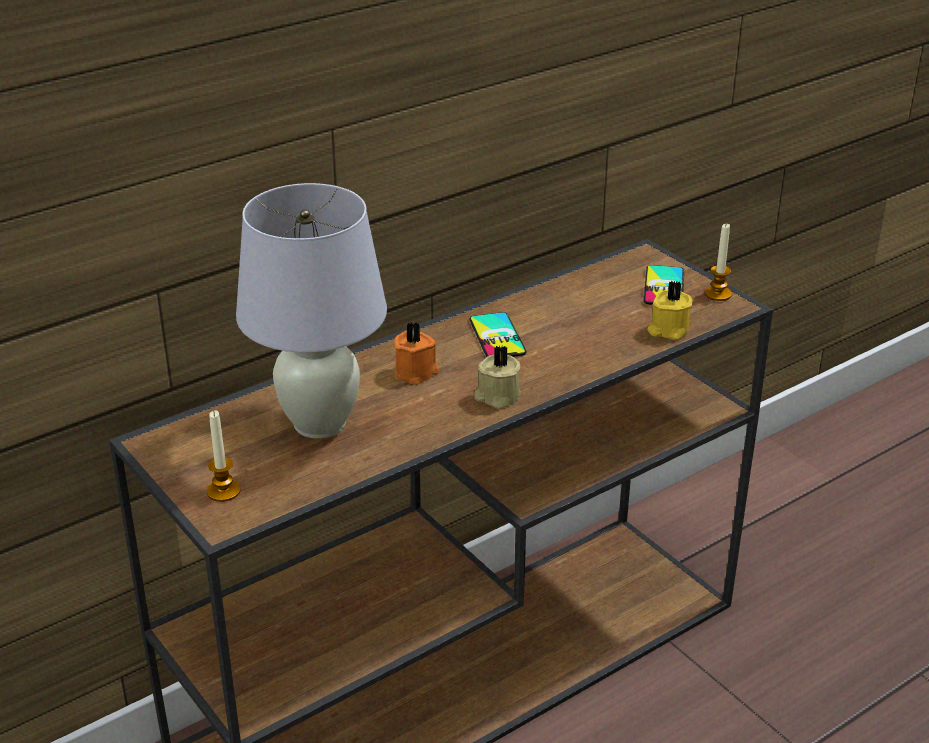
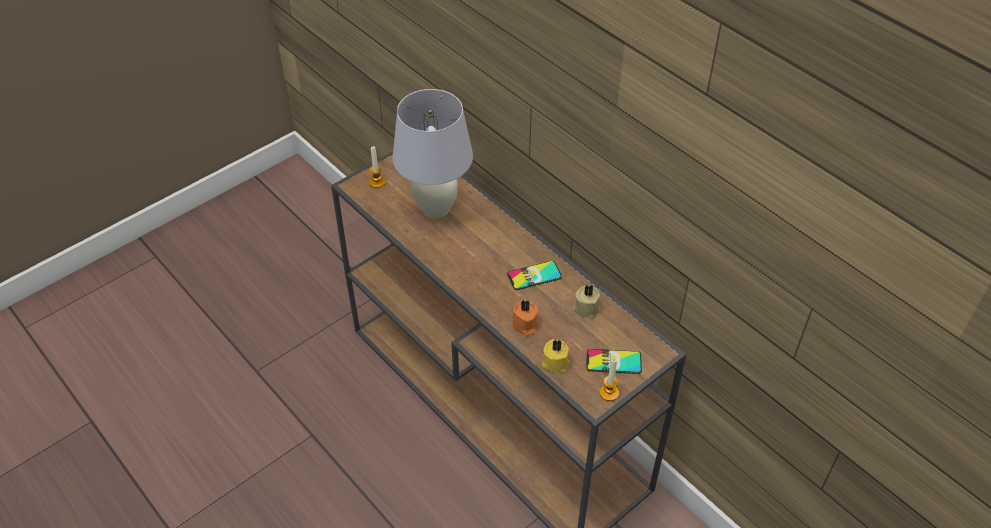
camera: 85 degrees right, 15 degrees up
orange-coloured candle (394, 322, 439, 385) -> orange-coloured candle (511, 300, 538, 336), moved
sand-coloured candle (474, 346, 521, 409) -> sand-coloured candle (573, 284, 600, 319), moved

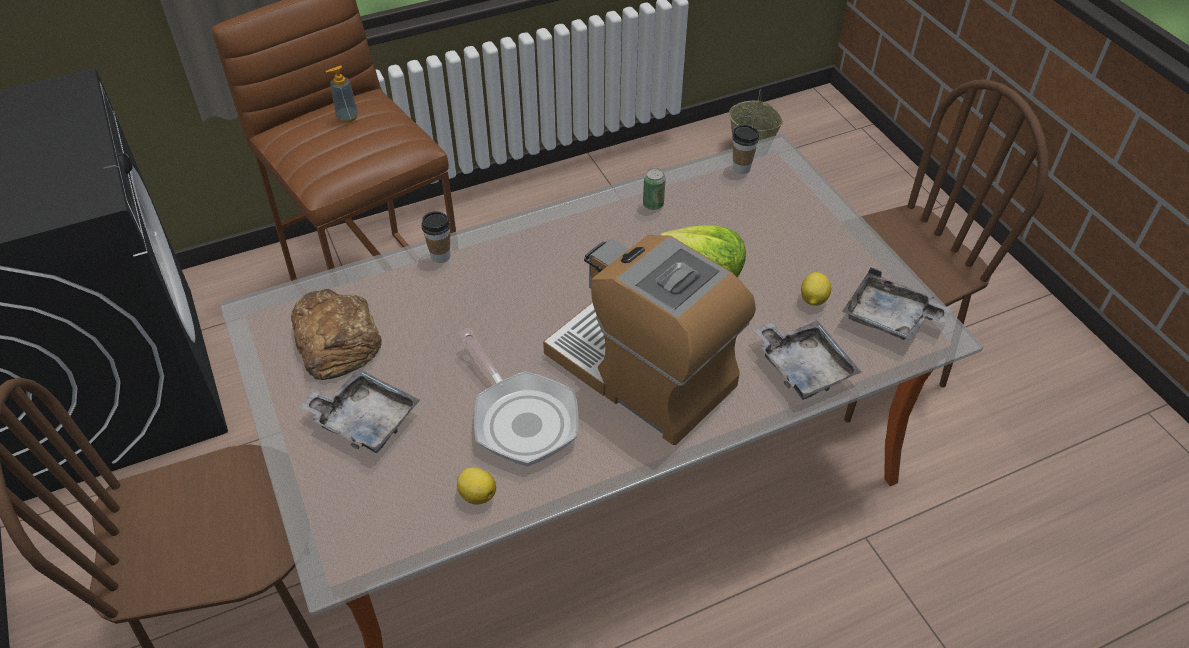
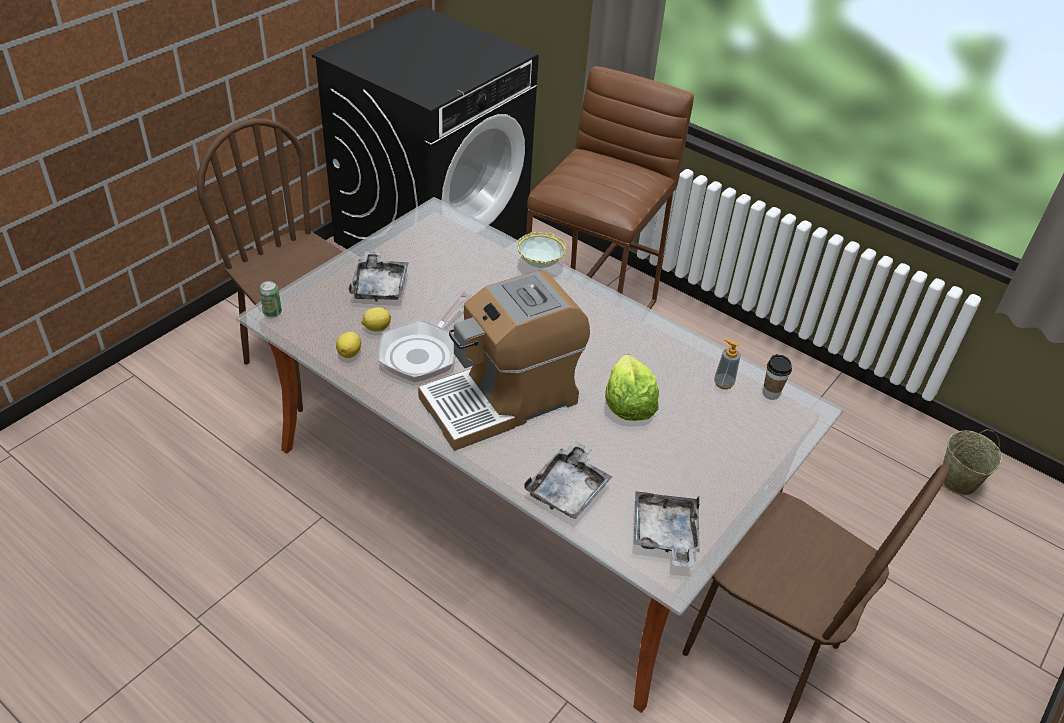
camera: 60 degrees right, 5 degrees down
bakery bread (291, 289, 382, 380) -> none
soap bottle (325, 65, 358, 123) -> soap bottle (714, 338, 741, 389), moved
sealed can (643, 168, 666, 210) -> sealed can (259, 281, 282, 317), moved
whole lemon (801, 272, 831, 306) -> whole lemon (361, 307, 391, 332), moved
cup (421, 211, 451, 263) -> serving bowl (517, 232, 567, 268)
coffee maker (543, 235, 756, 445) -> coffee maker (418, 271, 590, 451), 135 degrees counterclockwise

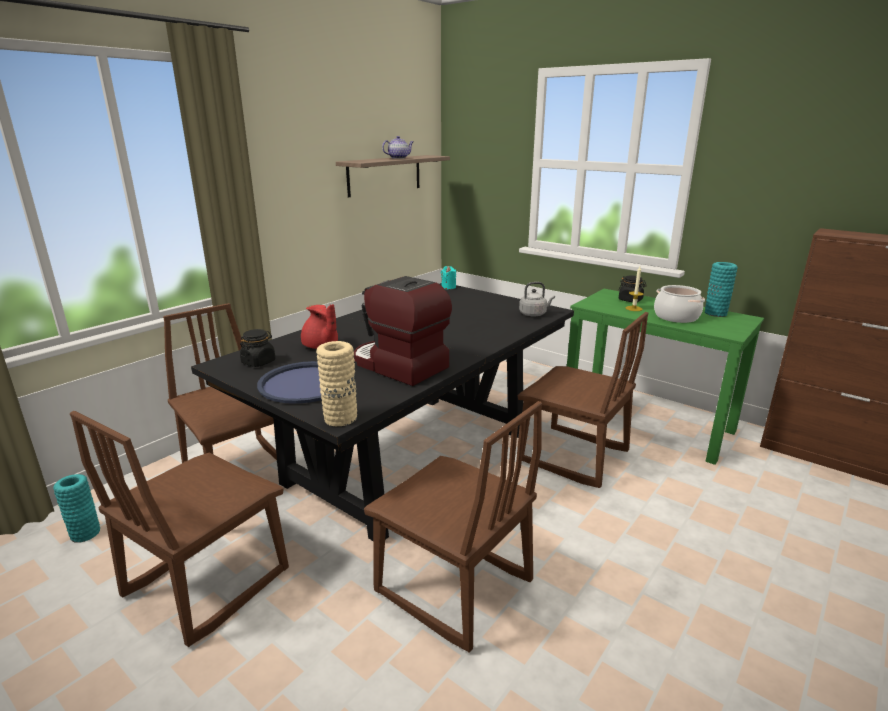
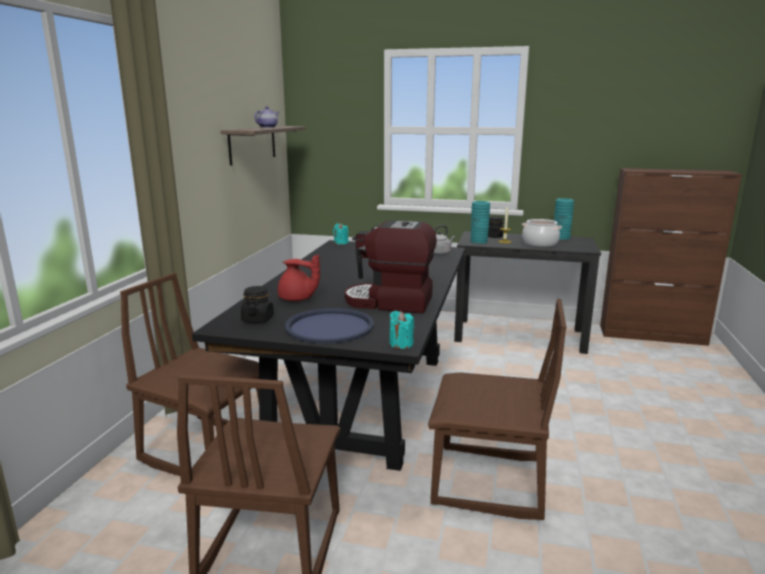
camera: 25 degrees left, 5 degrees down
brownish plain chair (518, 312, 649, 488) -> none
blue-green decorative vase (53, 474, 100, 543) -> blue-green decorative vase (471, 201, 490, 244), moved
sand-coloured decorative vase (316, 341, 357, 426) -> blue-green candle (389, 311, 414, 349)
greenish desk (567, 289, 764, 465) -> black desk (454, 231, 601, 354)

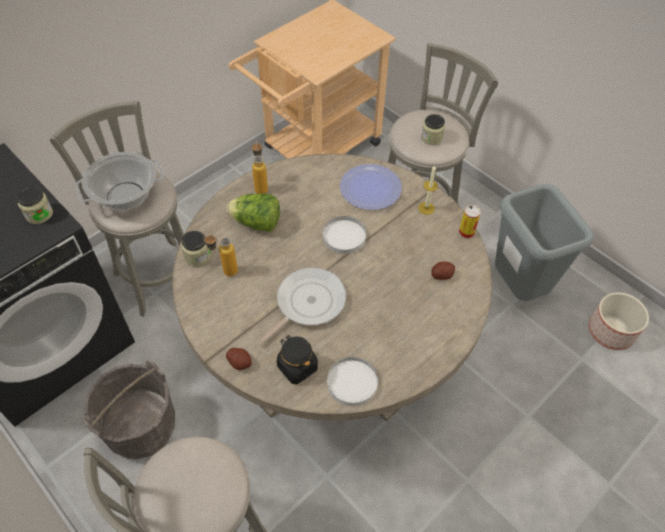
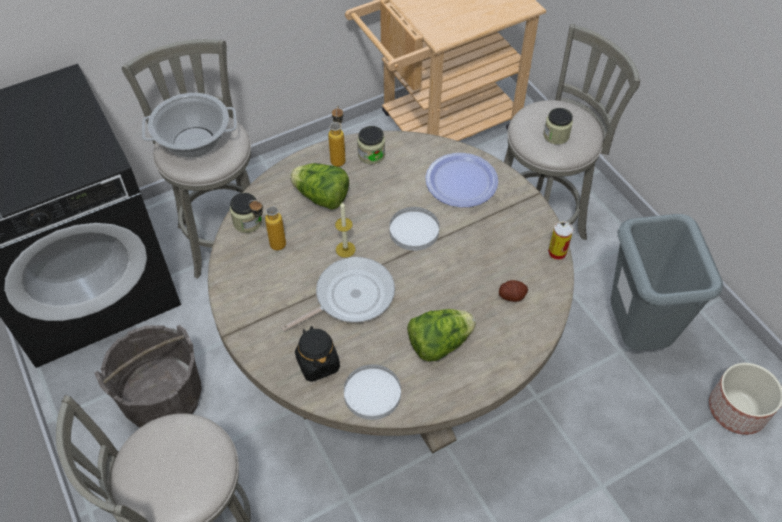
camera: 15 degrees right, 0 degrees up
potato (226, 348, 252, 370) -> none
none -> lettuce head (407, 309, 476, 362)
jar (17, 186, 53, 224) -> jar (357, 126, 385, 165), moved
candle (418, 165, 438, 215) -> candle (335, 202, 356, 258), moved

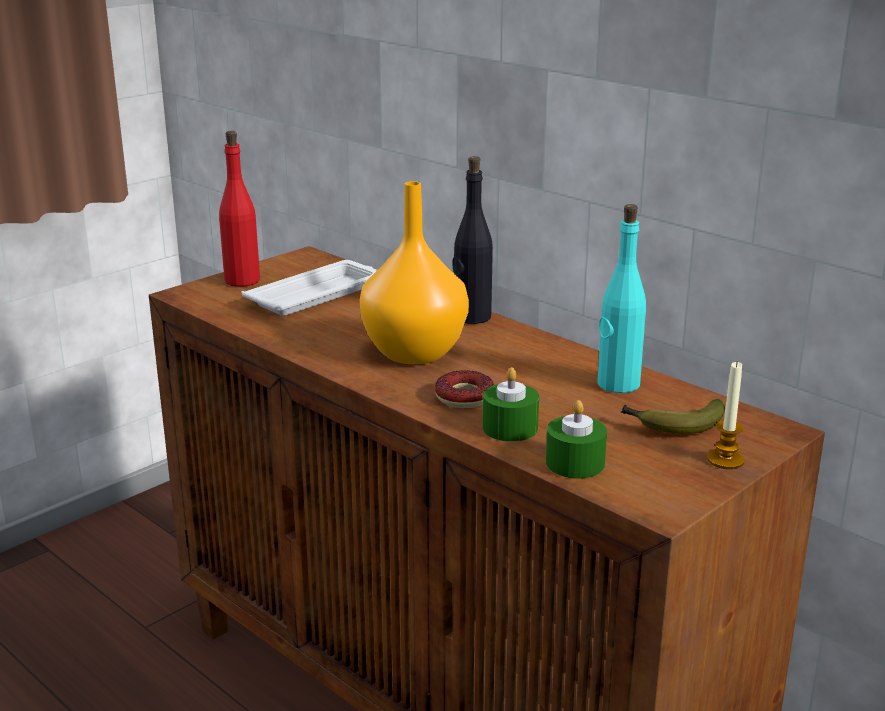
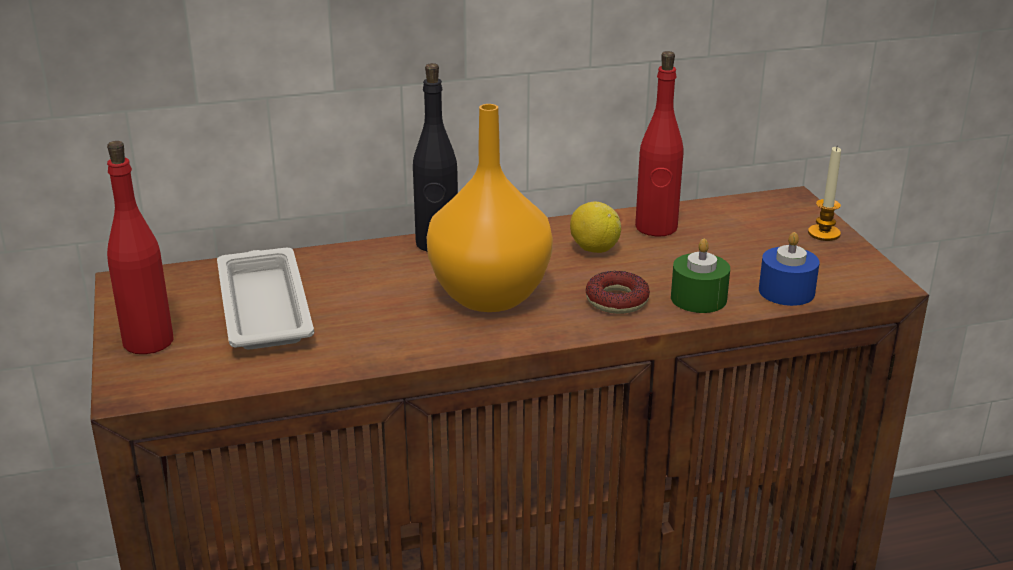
camera: 60 degrees left, 5 degrees up
banana (621, 399, 725, 434) -> none
none -> whole lemon (570, 202, 621, 253)
greenish candle (546, 400, 607, 479) -> blue candle (759, 232, 820, 306)
blue-green beverage bottle (597, 204, 646, 393) -> red-coloured beverage bottle (635, 51, 683, 236)

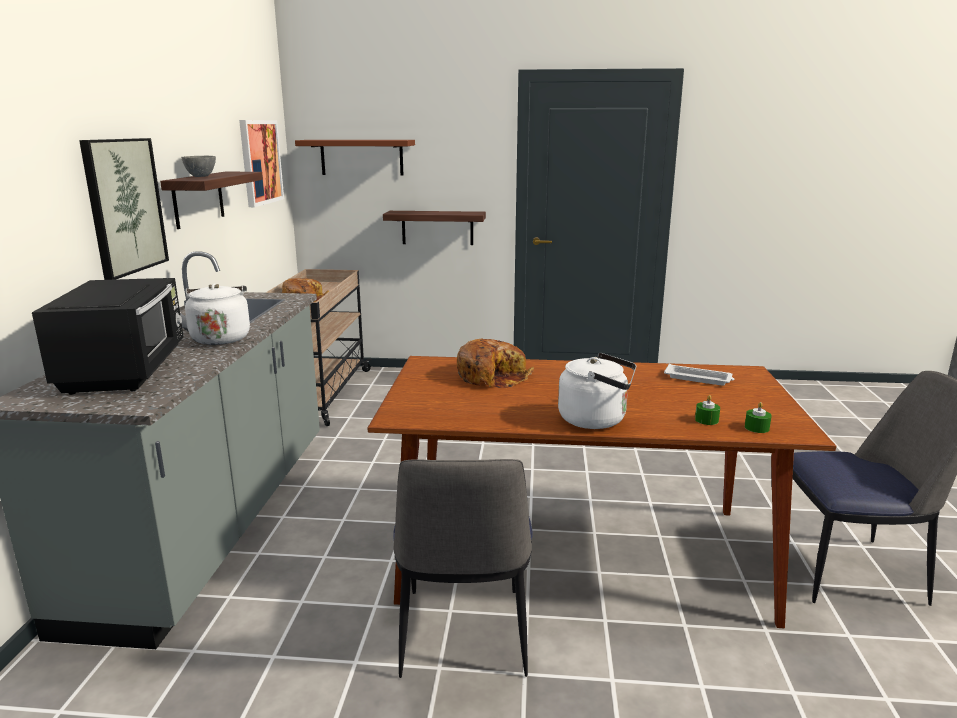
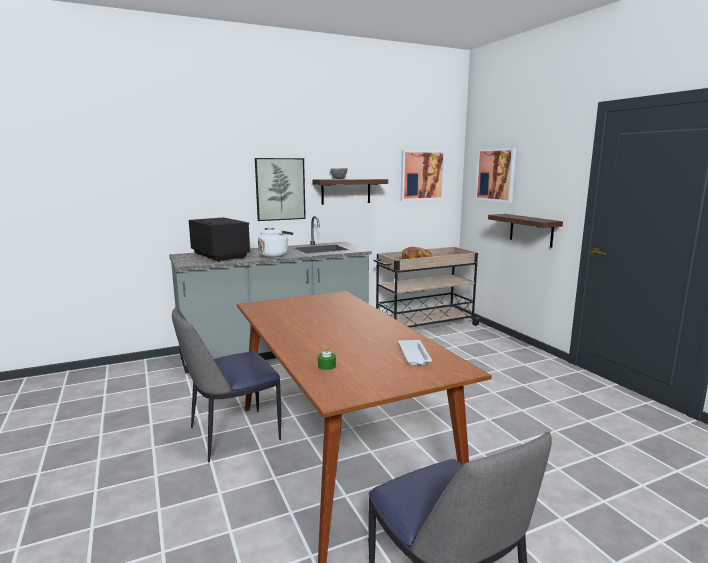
camera: 60 degrees right, 5 degrees down
bakery bread (457, 338, 534, 388) -> none
whitish tea kettle (558, 353, 636, 429) -> none
greenish candle (745, 402, 772, 433) -> none
brownish wall shelf (295, 140, 415, 176) -> wall picture (475, 148, 516, 203)
black microwave oven (32, 278, 184, 395) -> black microwave oven (189, 217, 250, 262), 90 degrees counterclockwise

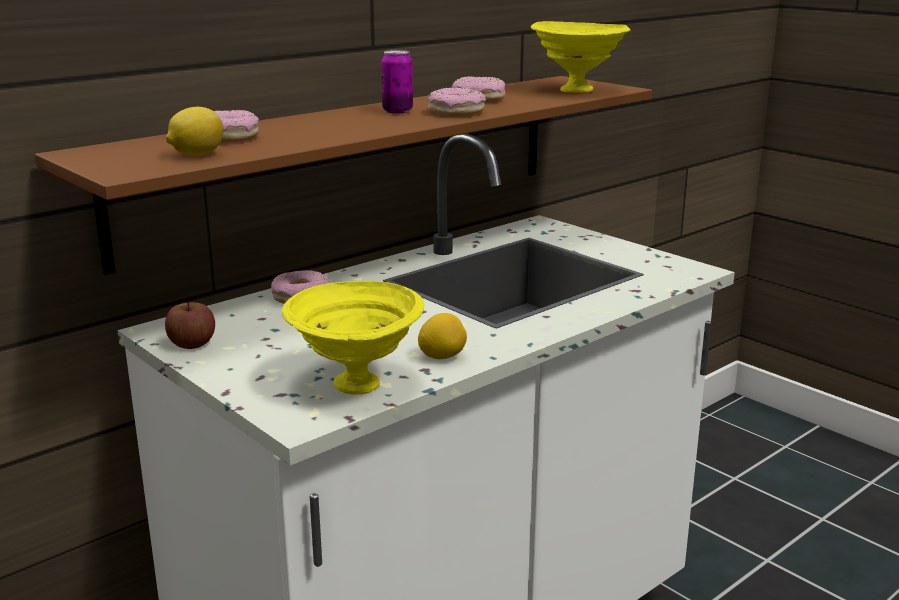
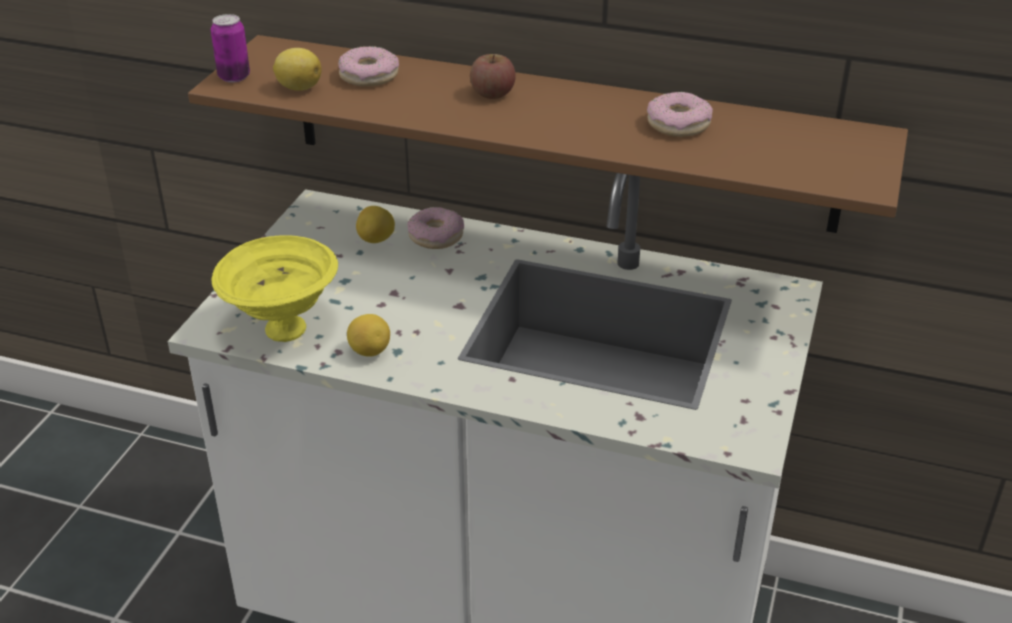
camera: 60 degrees right, 15 degrees up
ring doughnut (428, 87, 486, 116) -> none
yellowish serving bowl (531, 21, 630, 93) -> none
none -> whole lemon (356, 206, 395, 243)
apple (165, 302, 215, 349) -> apple (470, 54, 516, 99), moved
sealed can (381, 50, 413, 114) -> sealed can (211, 14, 250, 83), moved

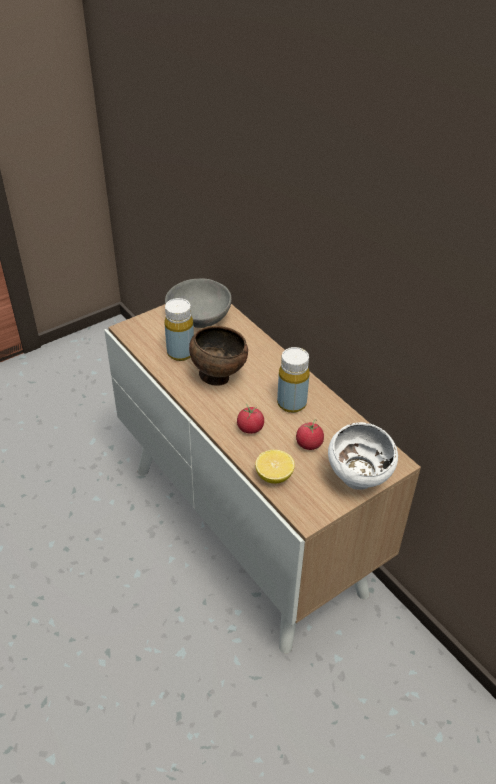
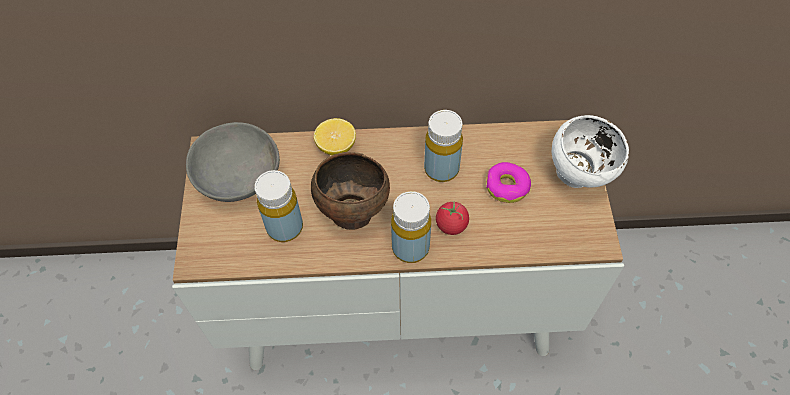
camera: 55 degrees left, 15 degrees up
none -> yellowish beverage bottle (391, 191, 431, 263)
whole lemon (255, 450, 295, 483) -> whole lemon (314, 118, 356, 155), moved
fresh tomato (296, 419, 324, 450) -> ring doughnut (486, 162, 531, 203)

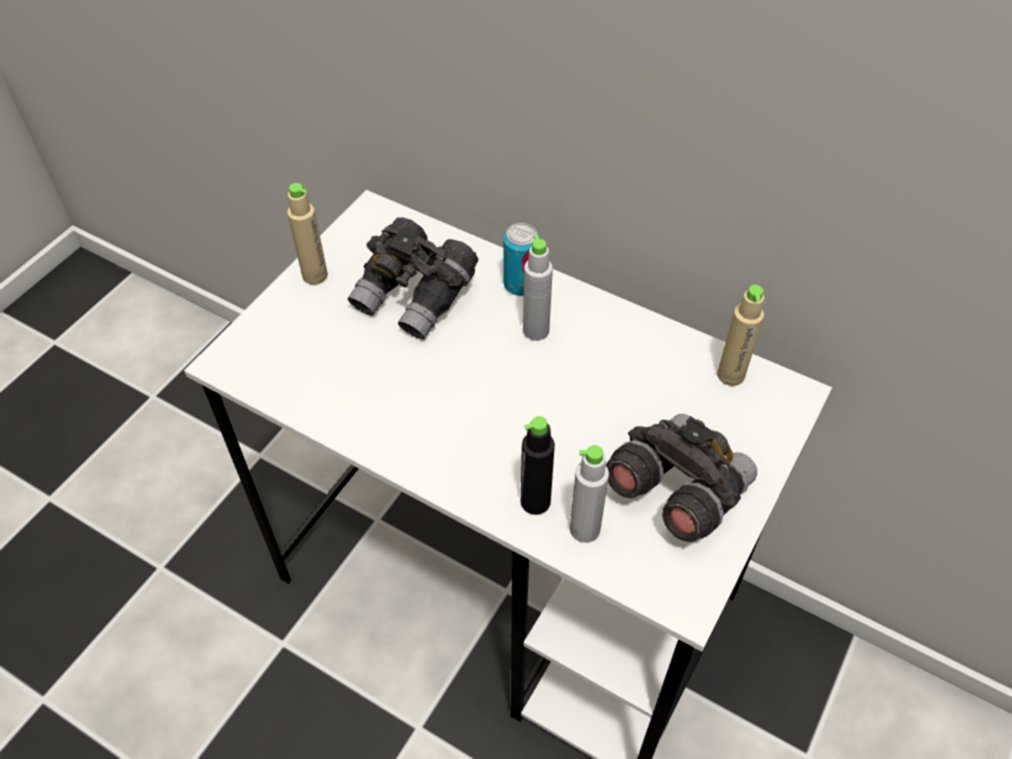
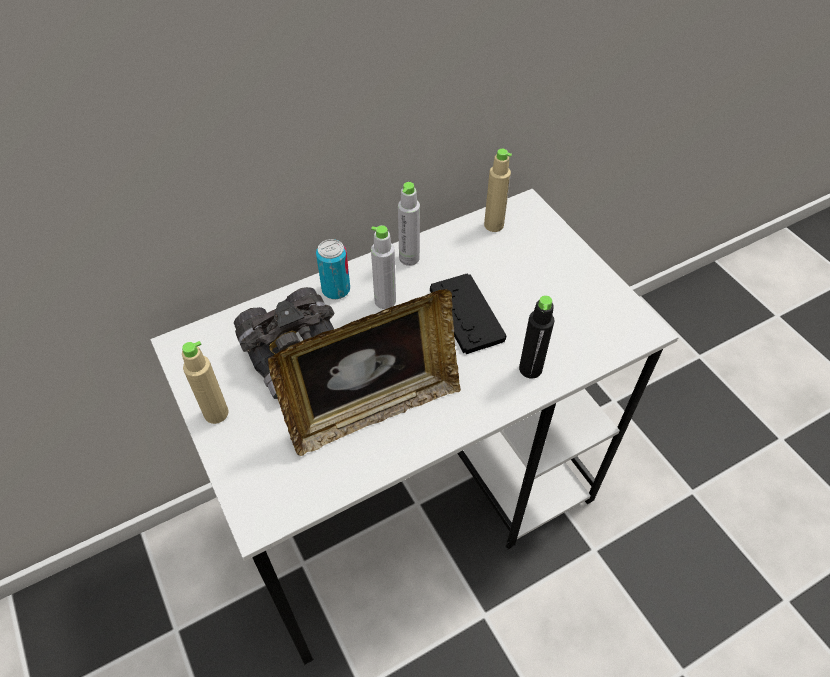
camera: 60 degrees left, 0 degrees up
greyish field glasses (606, 414, 757, 542) -> none
none -> standing frame (268, 289, 461, 456)
none -> black game controller (430, 273, 507, 354)
greyish beverage bottle (570, 445, 609, 543) -> greyish beverage bottle (398, 182, 420, 266), moved

